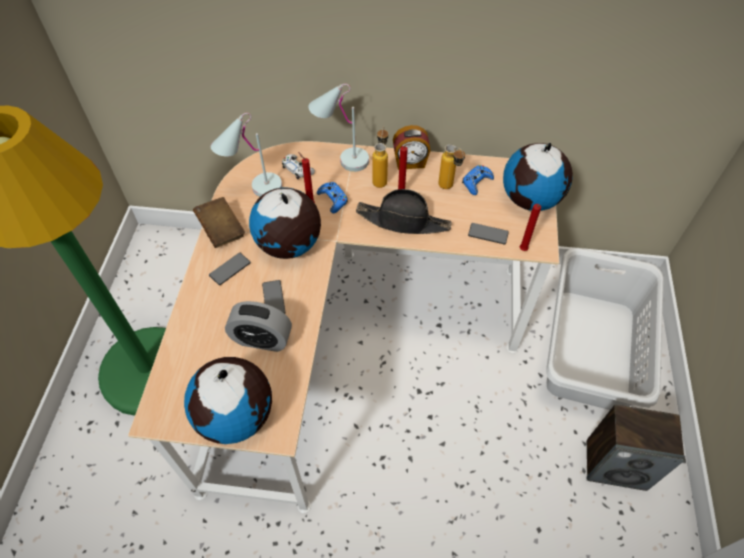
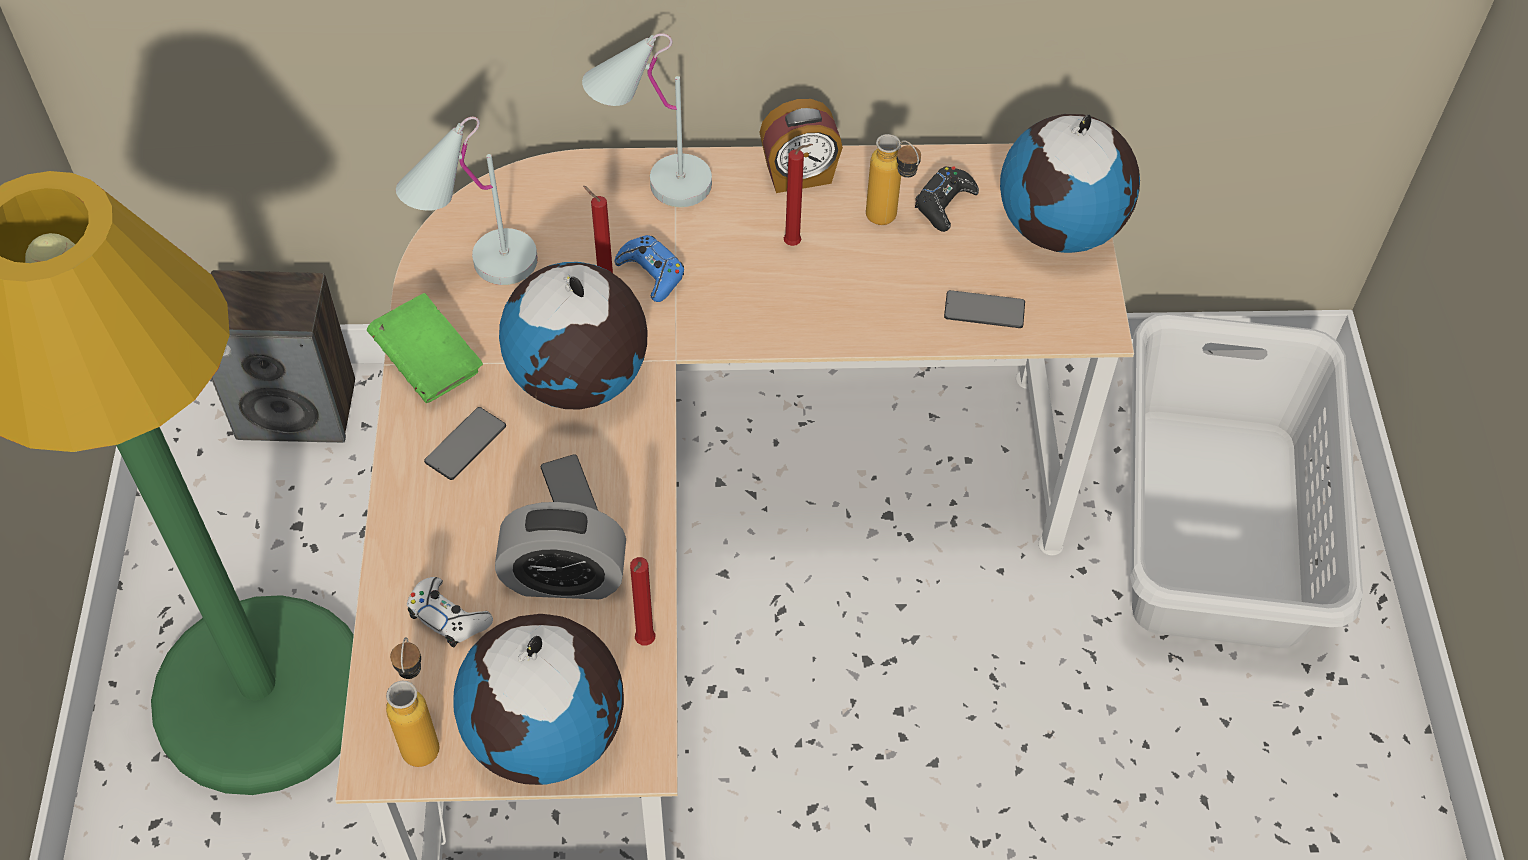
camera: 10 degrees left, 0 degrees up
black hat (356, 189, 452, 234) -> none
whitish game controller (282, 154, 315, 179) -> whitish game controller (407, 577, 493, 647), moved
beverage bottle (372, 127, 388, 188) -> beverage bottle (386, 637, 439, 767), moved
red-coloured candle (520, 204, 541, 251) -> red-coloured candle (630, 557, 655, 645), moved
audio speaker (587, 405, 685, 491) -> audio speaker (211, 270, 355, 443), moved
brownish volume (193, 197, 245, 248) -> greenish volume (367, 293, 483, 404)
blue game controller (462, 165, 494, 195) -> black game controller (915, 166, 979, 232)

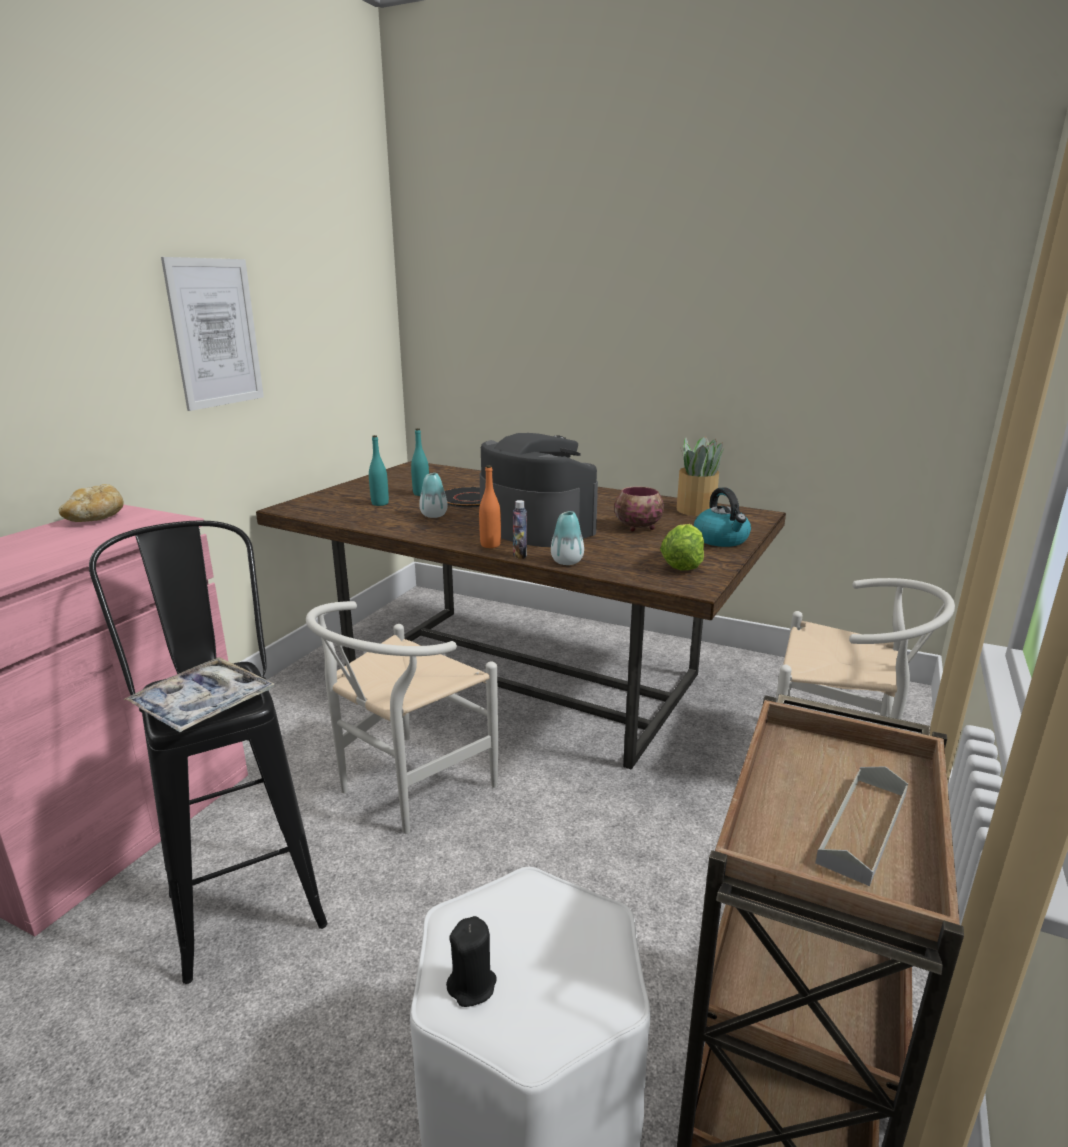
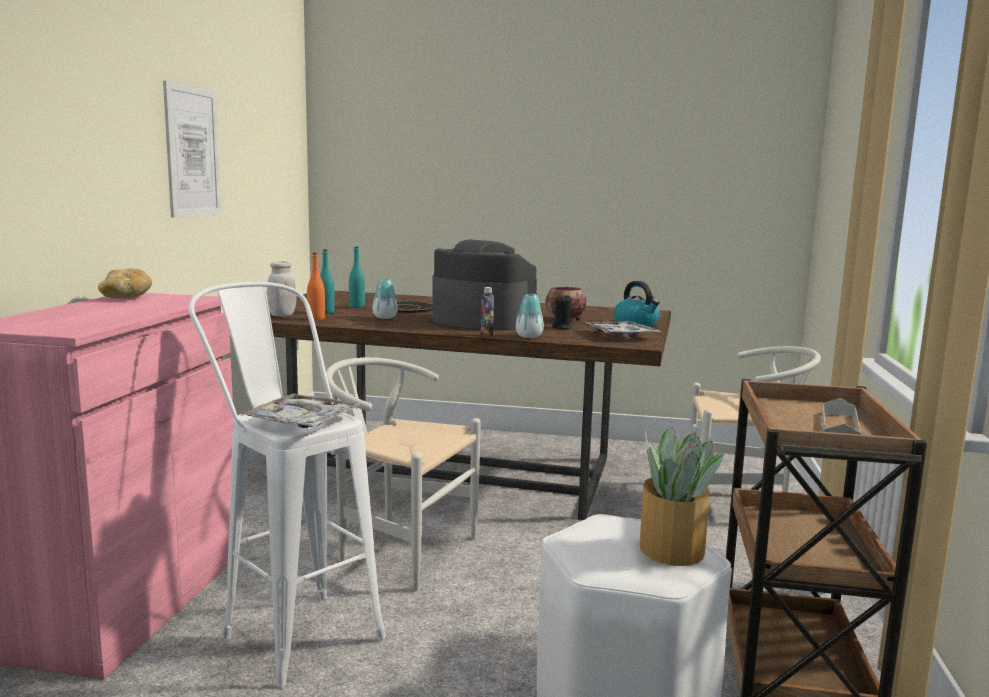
camera: 15 degrees left, 10 degrees down
none -> whitish jar (267, 261, 297, 317)
black candle (446, 916, 496, 1007) -> black candle (552, 294, 572, 329), moved
orange-coloured beverage bottle (479, 465, 501, 548) -> orange-coloured beverage bottle (307, 253, 325, 320), moved
plant in a pot (677, 437, 724, 516) -> plant in a pot (640, 427, 724, 566), moved
lettuce head (660, 524, 704, 571) -> tray (584, 321, 661, 337)
black sitting stool (89, 520, 327, 984) -> whitish sitting stool (189, 282, 386, 687)
whitish plain chair (306, 601, 498, 834) -> whitish plain chair (326, 357, 481, 591), 90 degrees clockwise

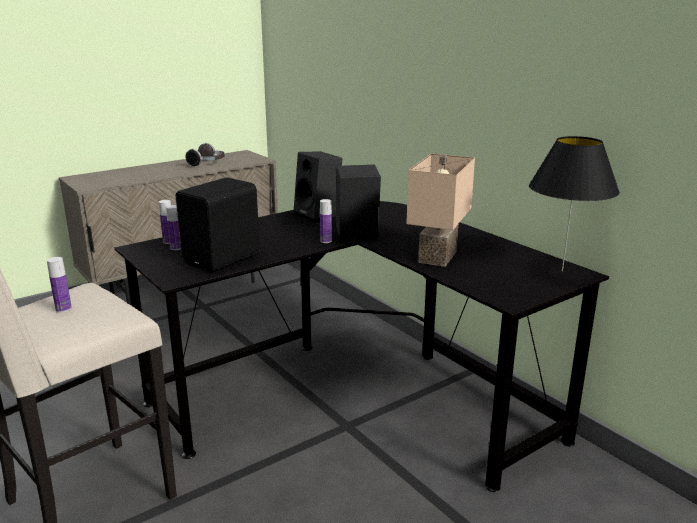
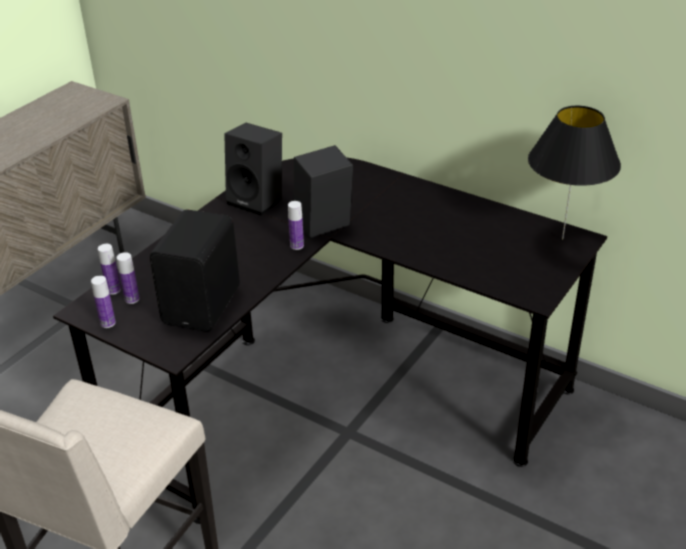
camera: 20 degrees left, 15 degrees up
headset (186, 143, 225, 167) -> none
sand-coloured tabletop lamp (406, 153, 475, 267) -> none
beverage bottle (47, 257, 72, 313) -> beverage bottle (91, 276, 116, 328), moved

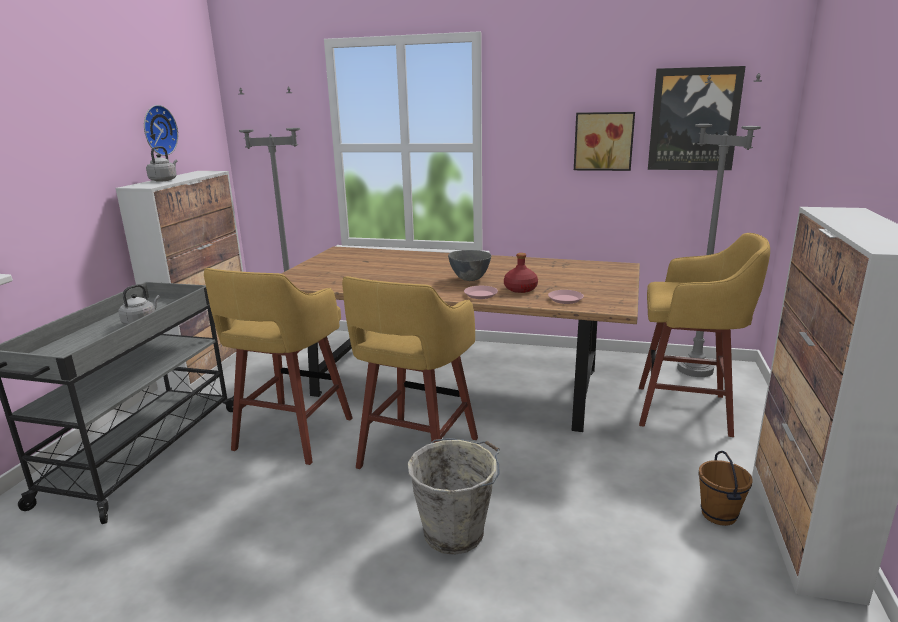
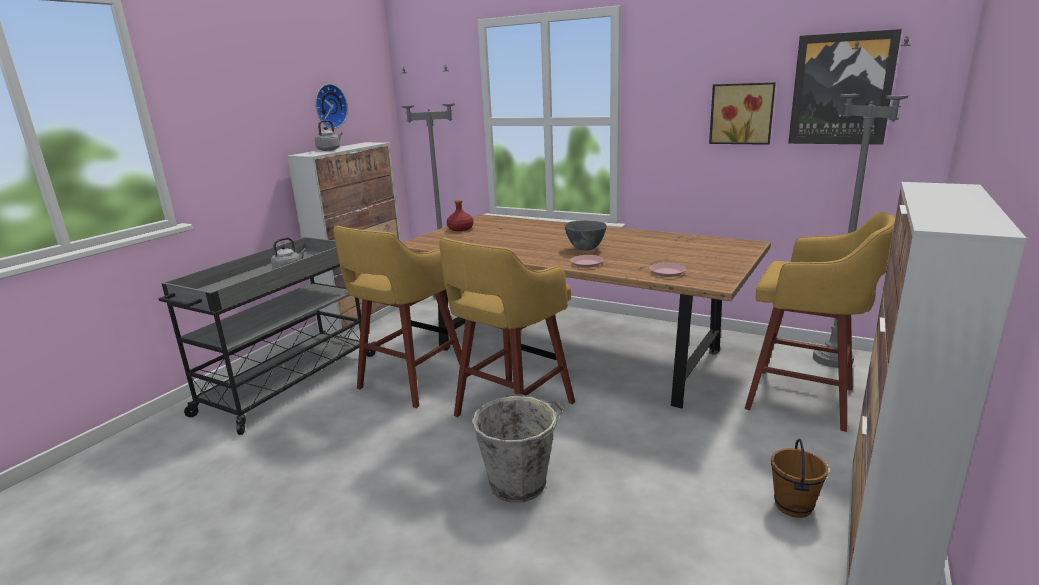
camera: 15 degrees right, 0 degrees up
red-coloured beverage bottle (504, 253, 538, 293) -> red-coloured beverage bottle (447, 200, 474, 231), moved

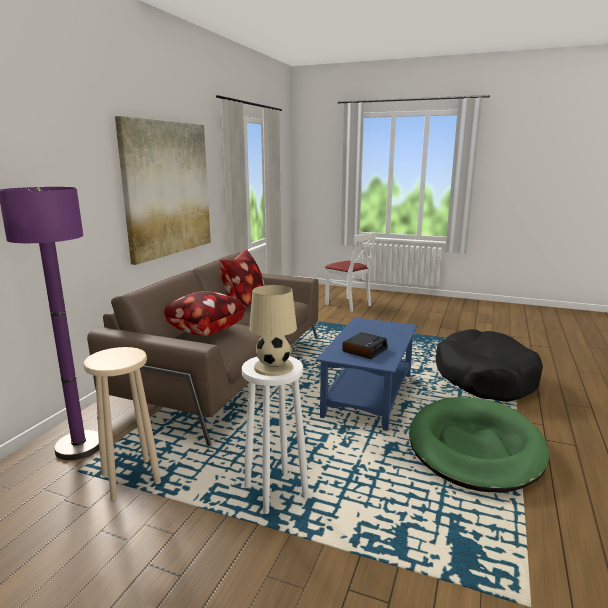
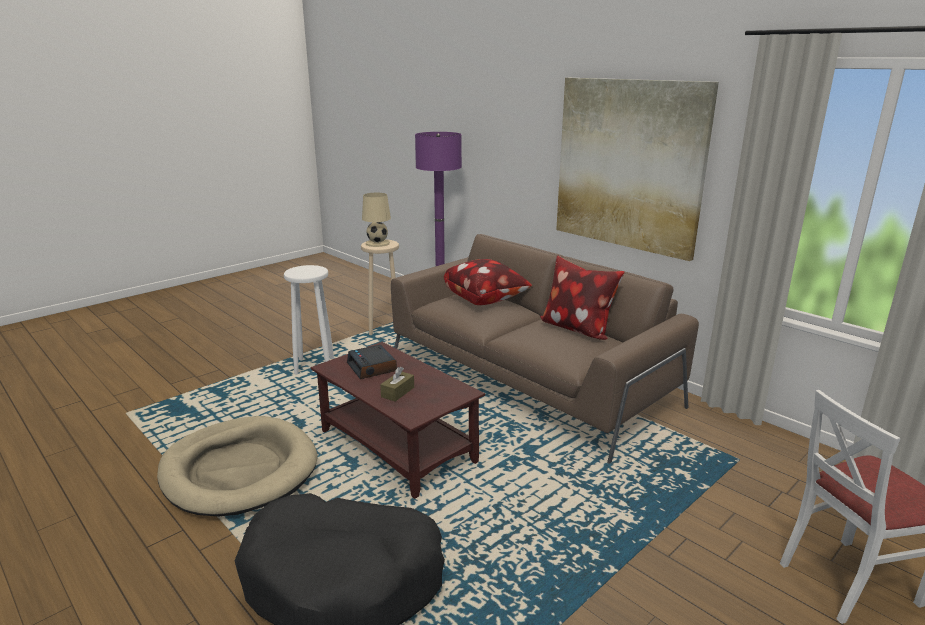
camera: 115 degrees right, 5 degrees up
none -> brownish box of tissues (380, 367, 414, 402)
sand-coloured tabletop lamp (249, 285, 297, 376) -> sand-coloured tabletop lamp (362, 193, 391, 247), moved
blue coffee table (316, 317, 417, 431) -> brownish coffee table (311, 342, 485, 499)
greenish dog cushion (409, 397, 549, 493) -> sand-coloured dog cushion (157, 416, 318, 517)

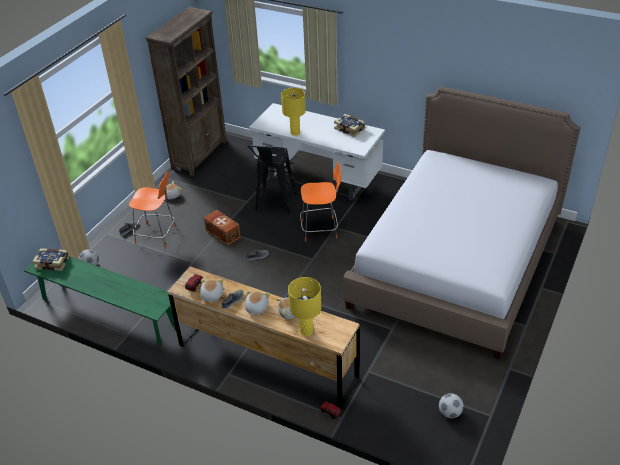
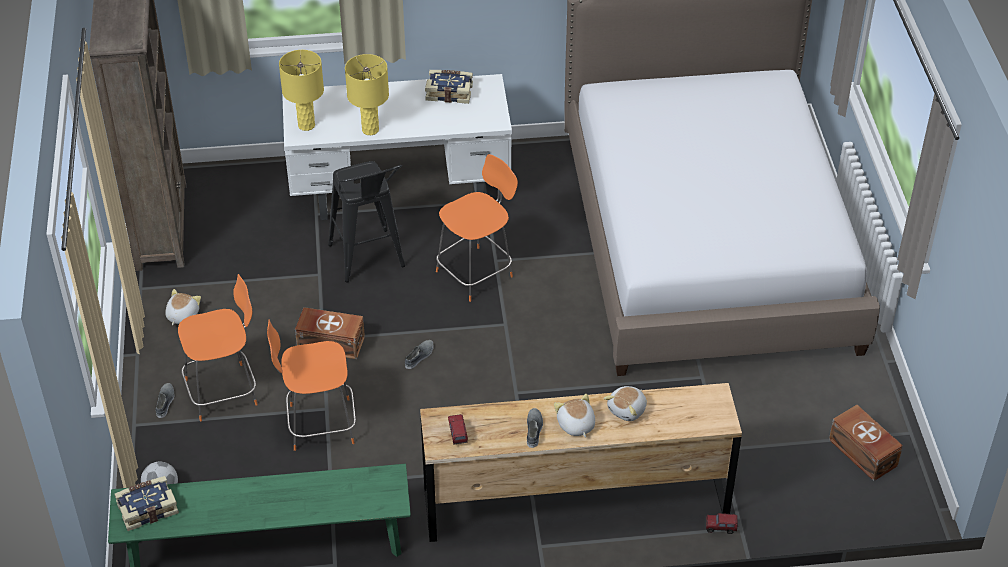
camera: 35 degrees left, 5 degrees up
plush toy (200, 279, 223, 303) -> none
none -> orange-coloured plain chair (267, 320, 356, 451)
yellowish tabletop lamp (288, 277, 322, 336) -> yellowish tabletop lamp (279, 50, 324, 131), moved
football ball (439, 393, 464, 418) -> brownish storage bin (829, 405, 903, 481)

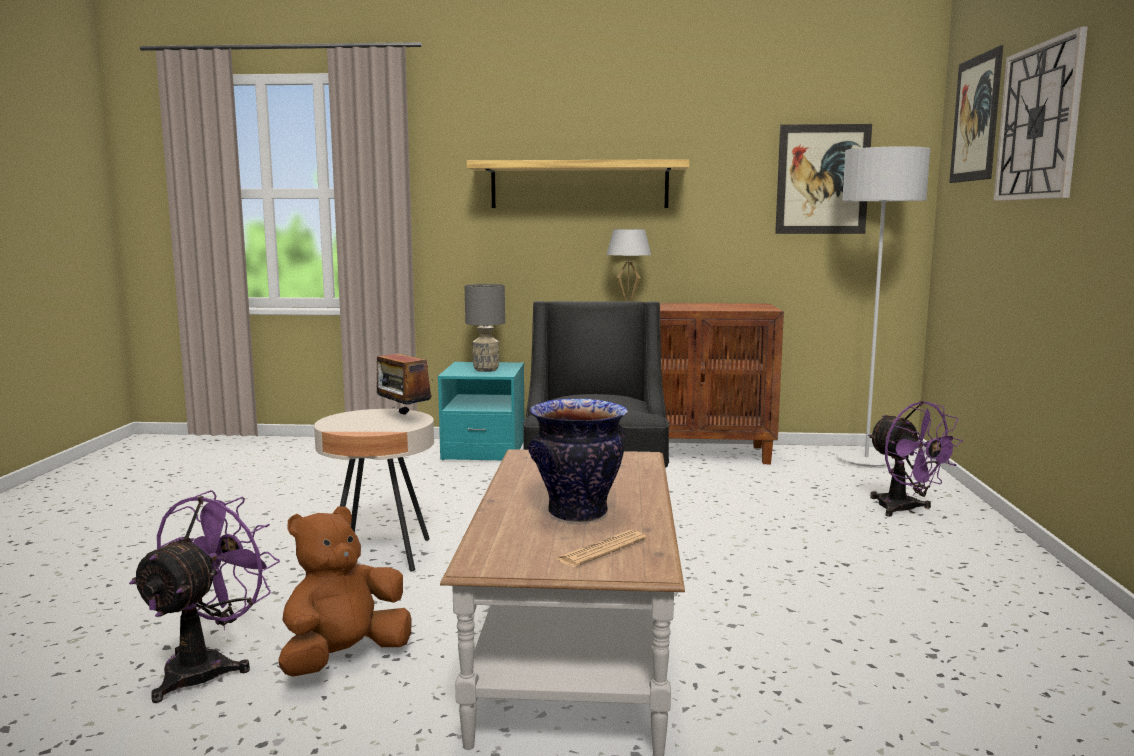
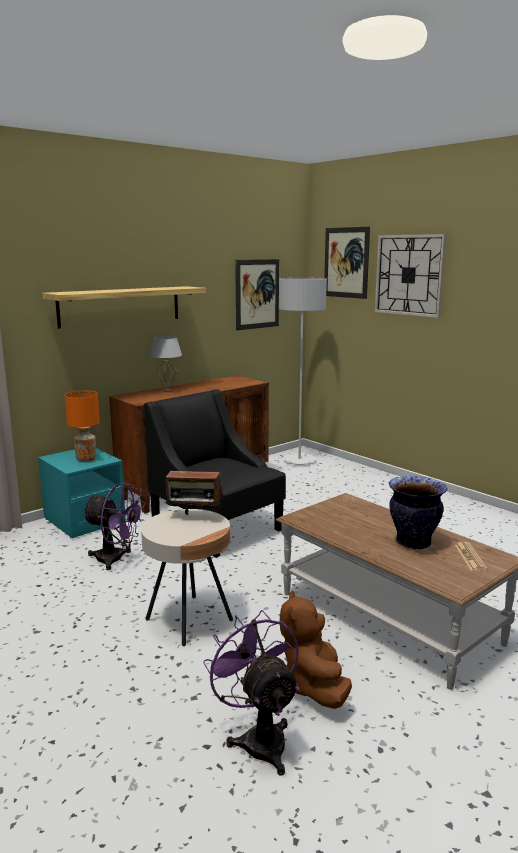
camera: 45 degrees left, 5 degrees up
purplish electric fan (868, 401, 963, 517) -> purplish electric fan (82, 483, 145, 570), moved
greyish tabletop lamp (465, 284, 505, 372) -> orange-coloured tabletop lamp (65, 391, 100, 462)

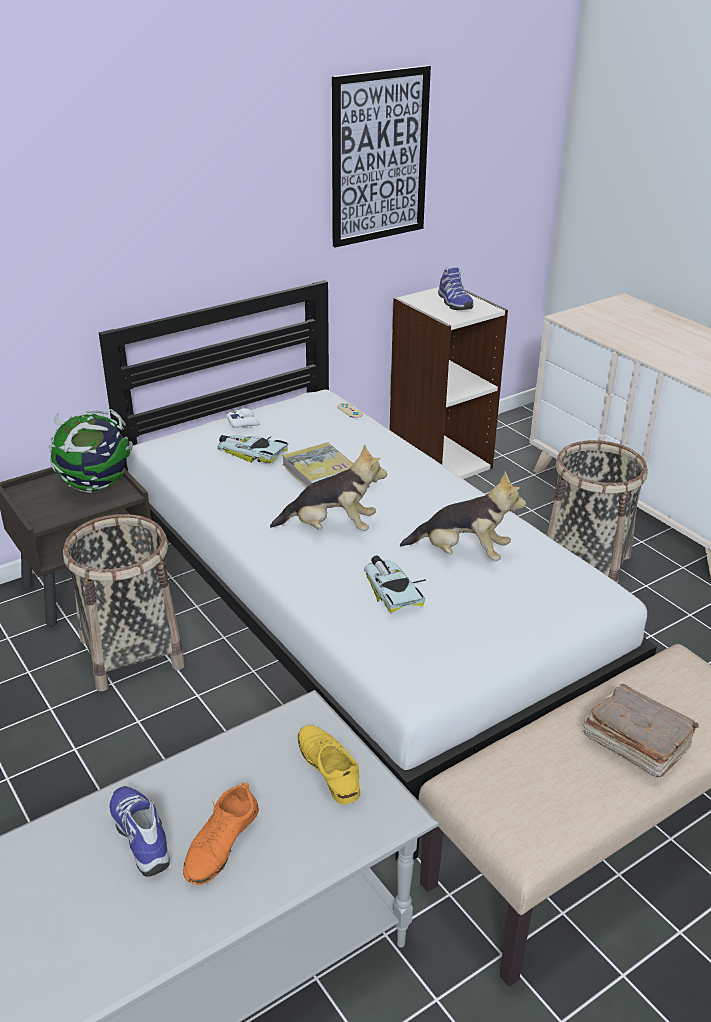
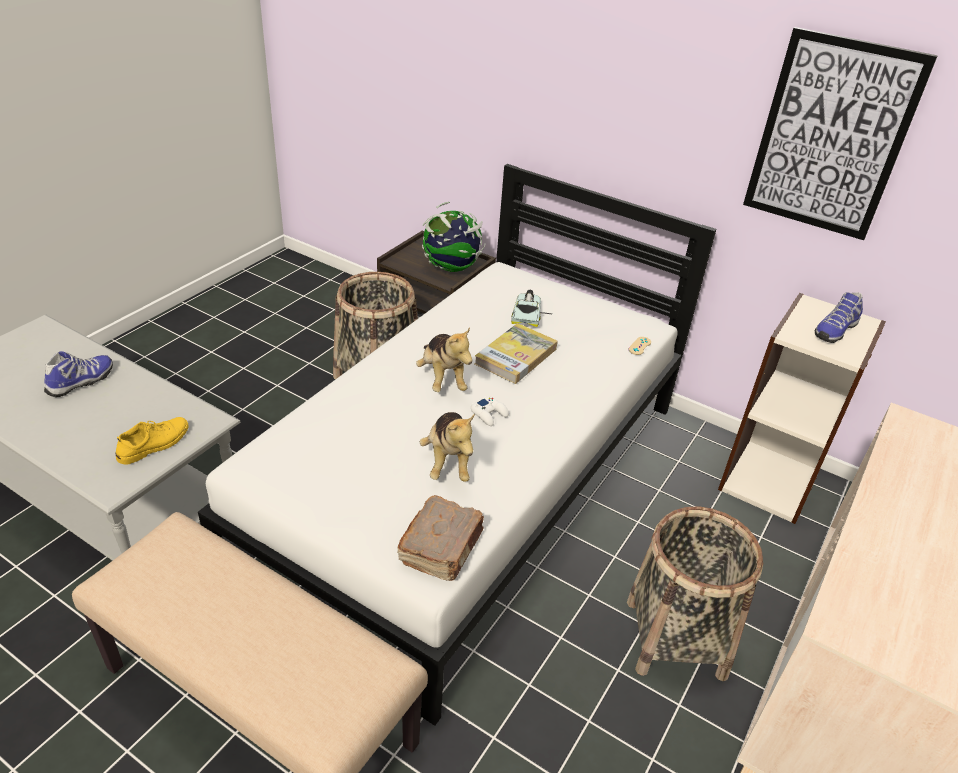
camera: 65 degrees right, 5 degrees up
orange-coloured shoe (183, 782, 259, 885) -> none
model car (364, 555, 426, 613) -> none
whitish game controller (226, 408, 260, 428) -> whitish game controller (471, 396, 509, 426), moved
brownish volume (583, 684, 699, 777) -> brownish volume (397, 495, 484, 581), moved

